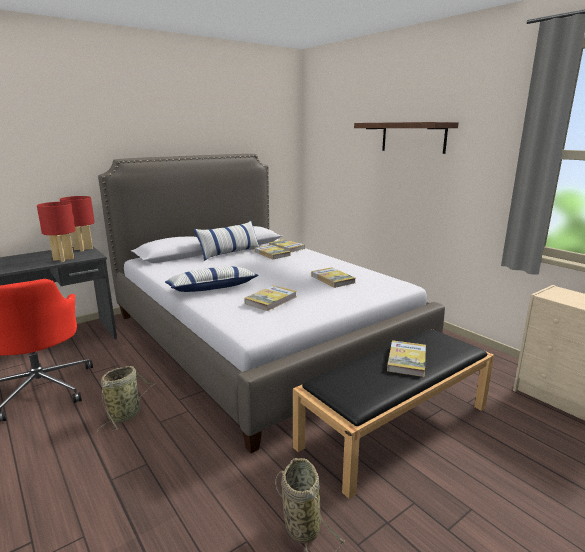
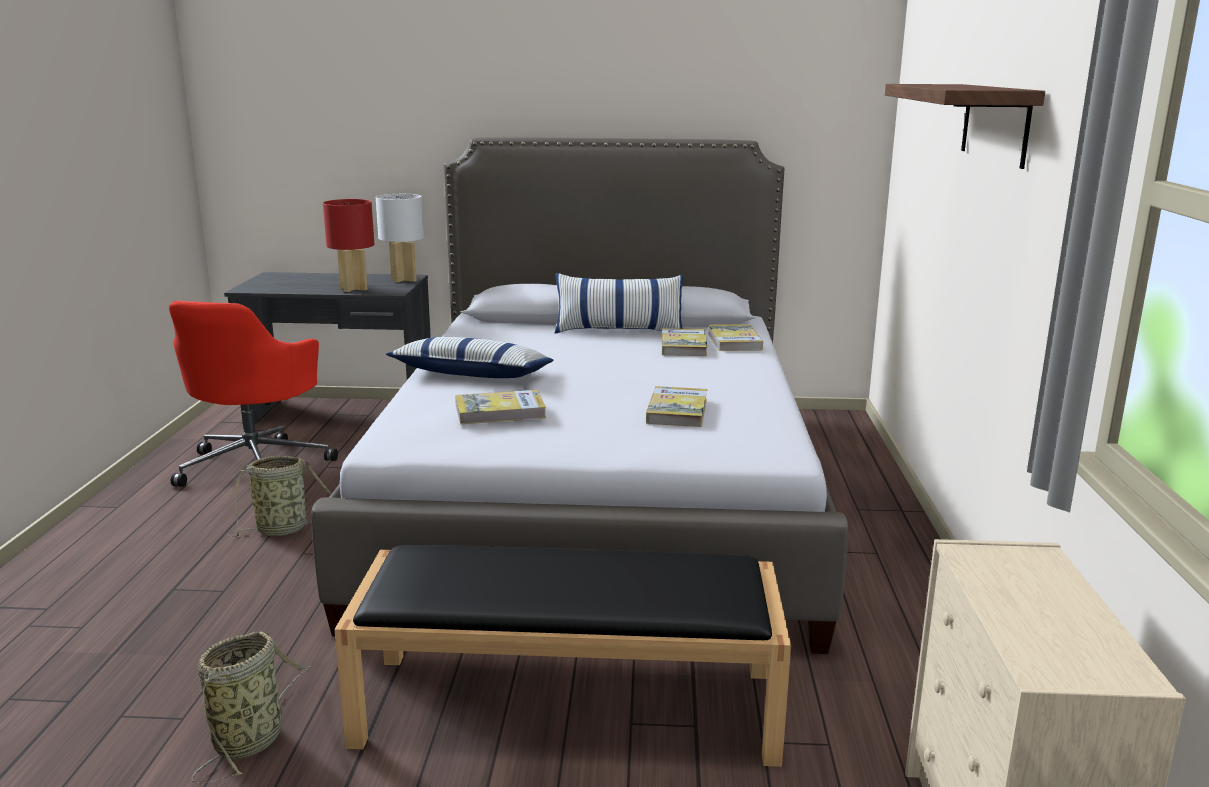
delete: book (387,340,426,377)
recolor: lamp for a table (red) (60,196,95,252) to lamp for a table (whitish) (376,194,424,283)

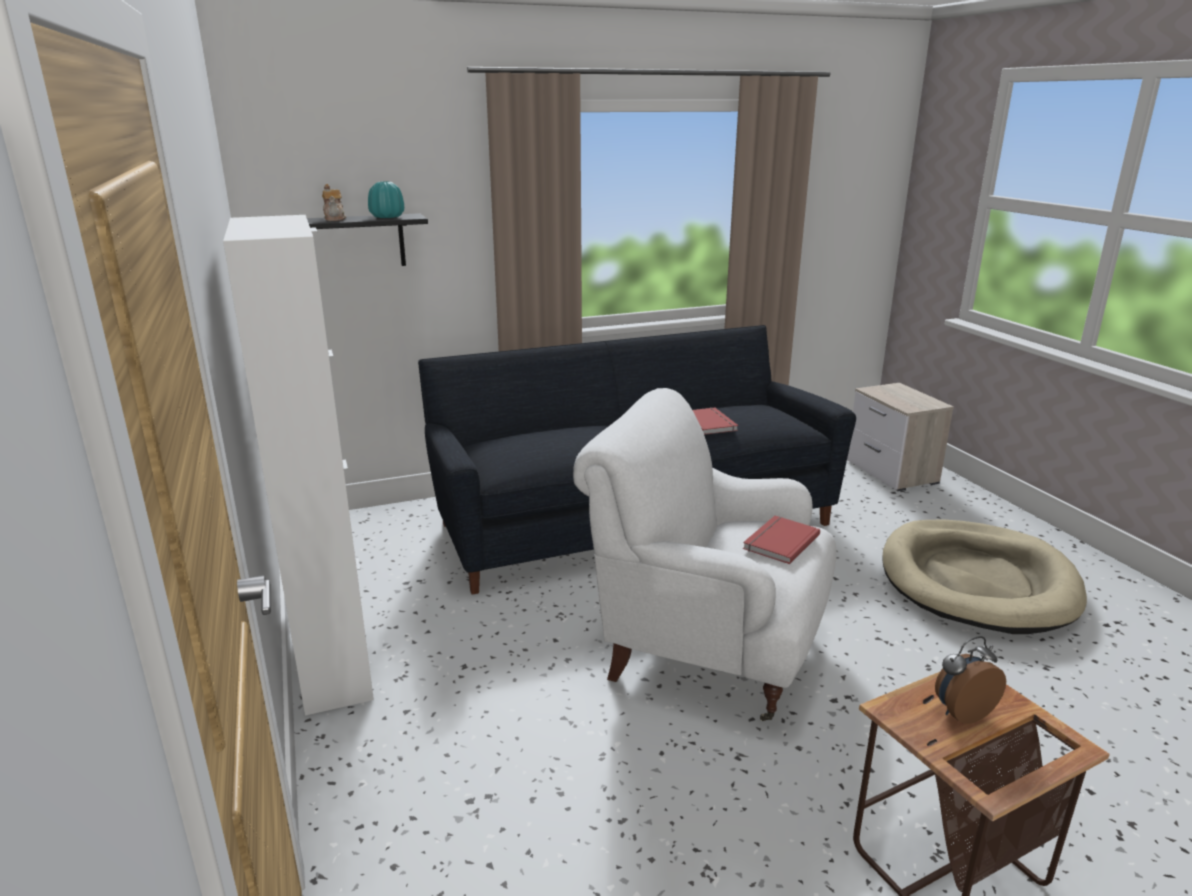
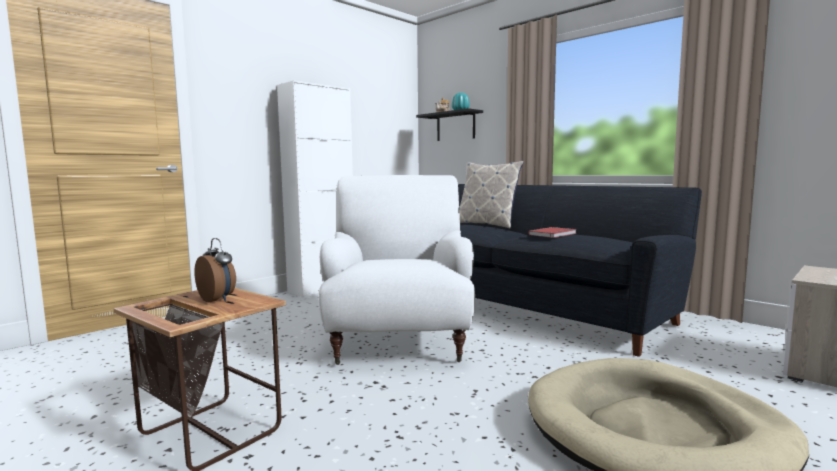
delete: book (red) (743,516,820,564)
insert: throw pillow (459,161,524,229)

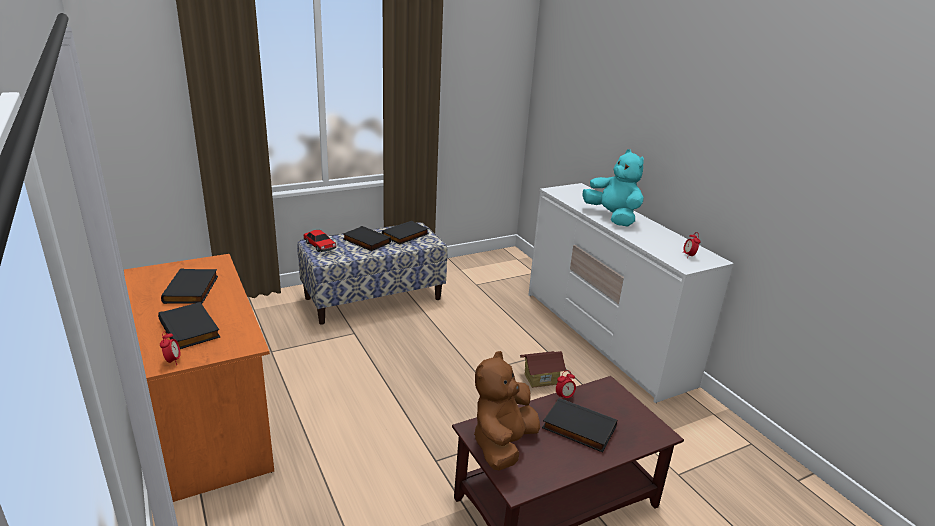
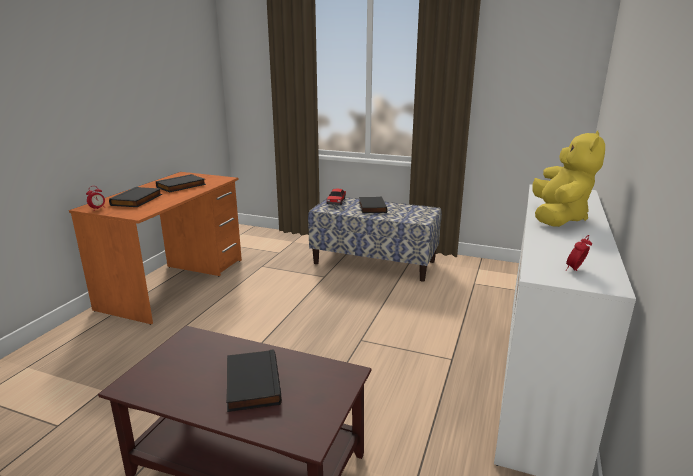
delete: book (black) (382,221,429,245); cuddly toy (brown) (474,351,540,471); toy house (520,351,567,388); bedside clock (556,370,576,399)
recolor: cuddly toy (turquoise) (583,149,644,226) to cuddly toy (yellow) (532,131,605,227)

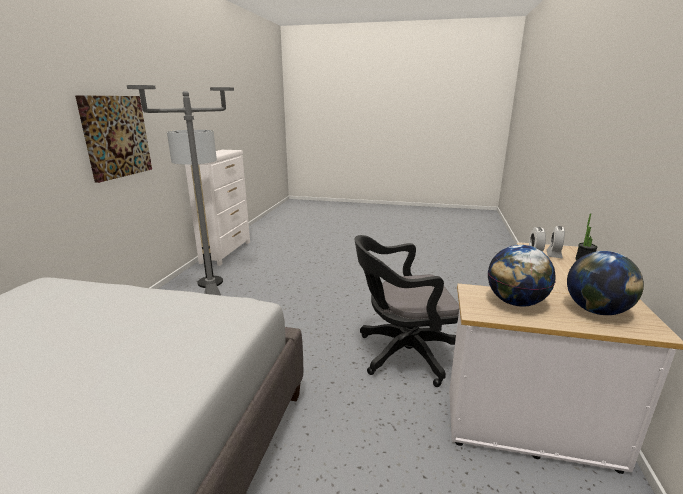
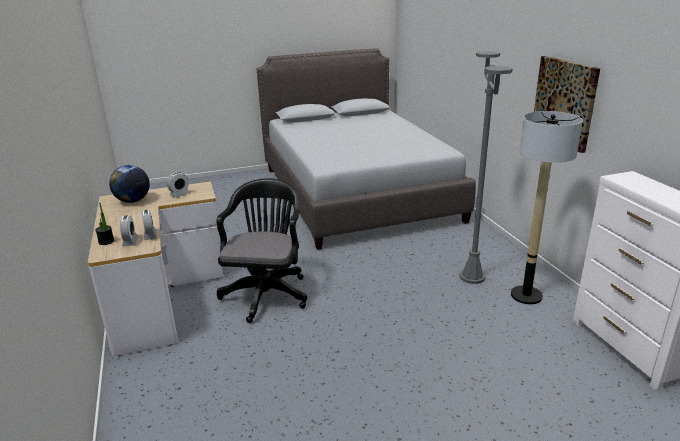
replace: desk globe (488,245,556,307) to bedside clock (167,172,190,198)
rotate: desk chair (black) (355,235,459,387) = (216,178,307,323) 45 degrees counterclockwise

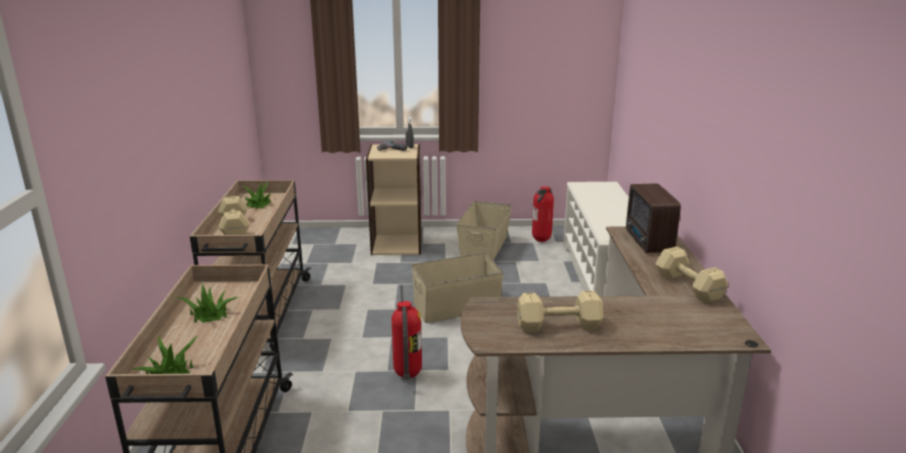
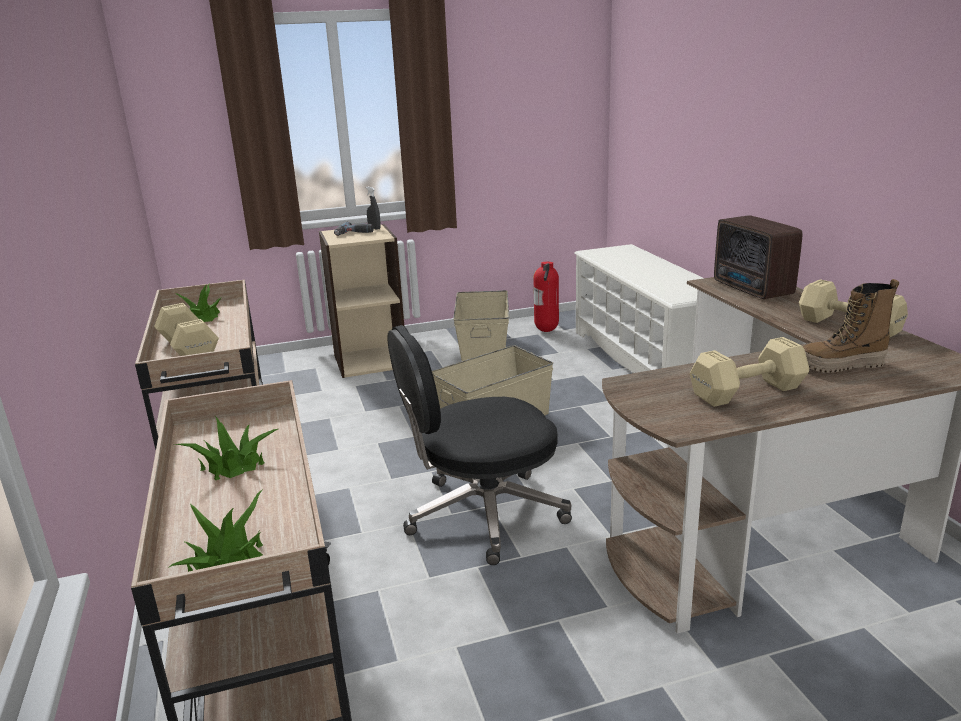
insert: boot (803,279,899,373)
replace: fire extinguisher (392,285,422,380) to desk chair (black) (387,325,572,565)

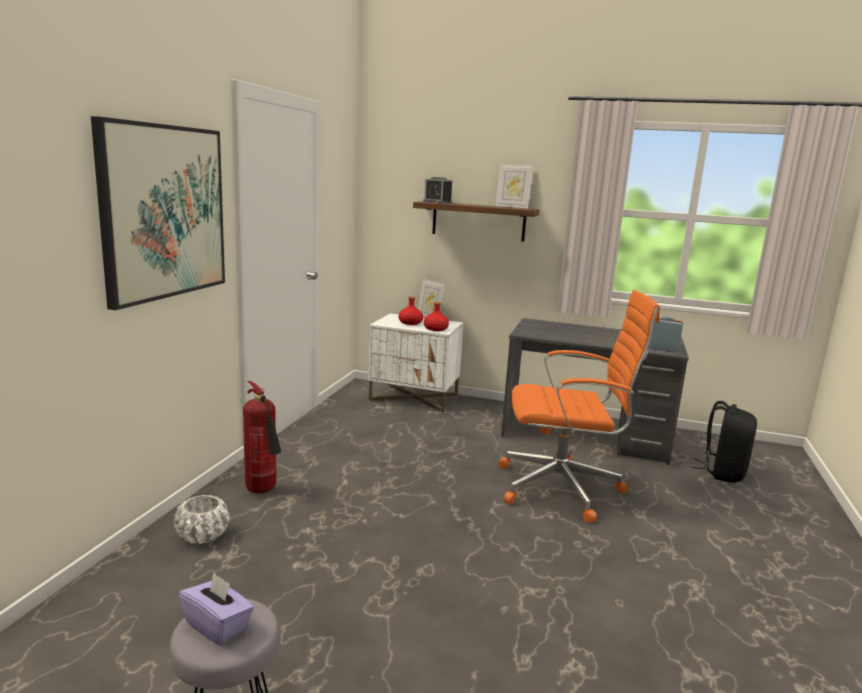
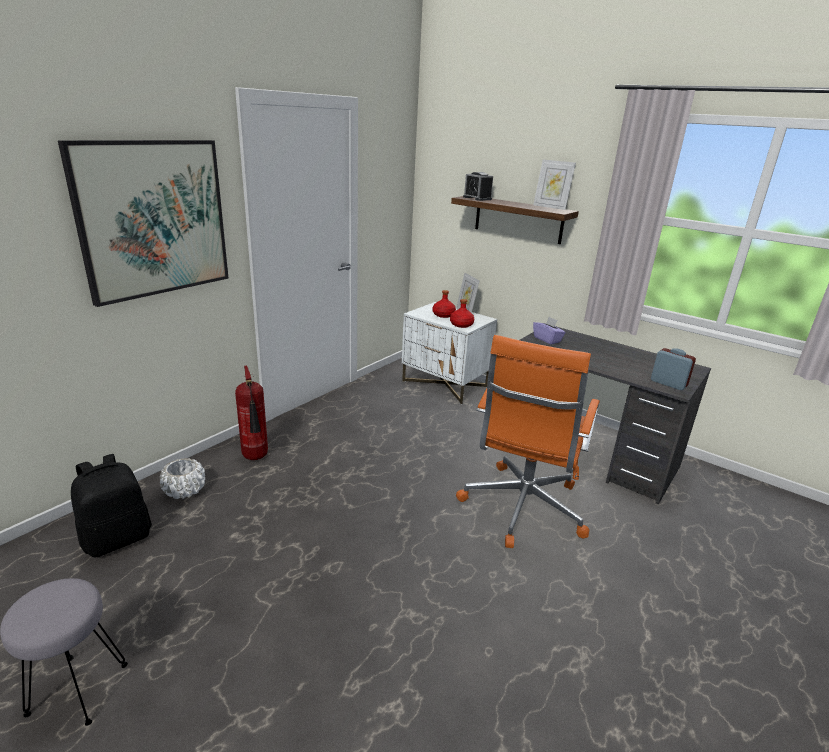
move: knapsack (black) (691,401,757,483) to (71,454,152,557); tissue box (purple-coloured) (178,573,254,646) to (533,317,566,344)
rotate: desk chair (orange) (498,290,660,523) = (456,335,600,548) 90 degrees clockwise

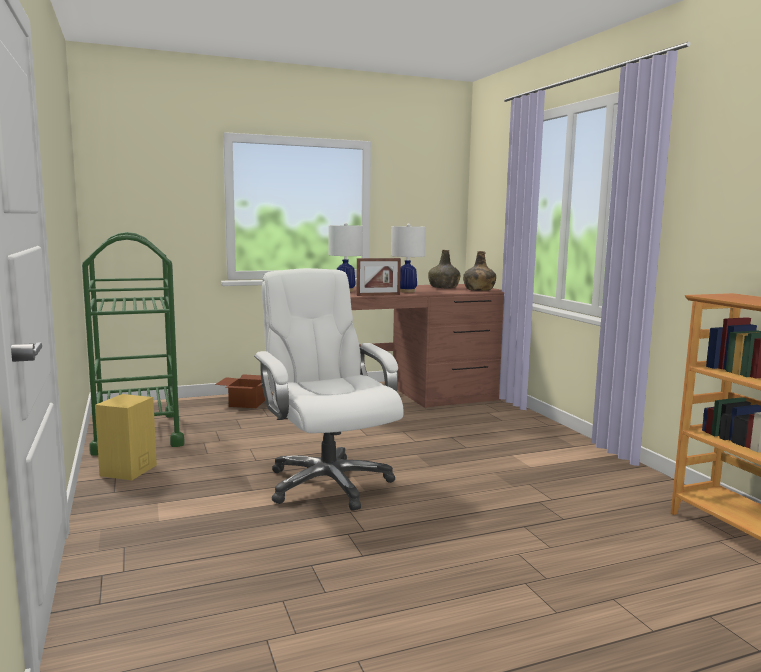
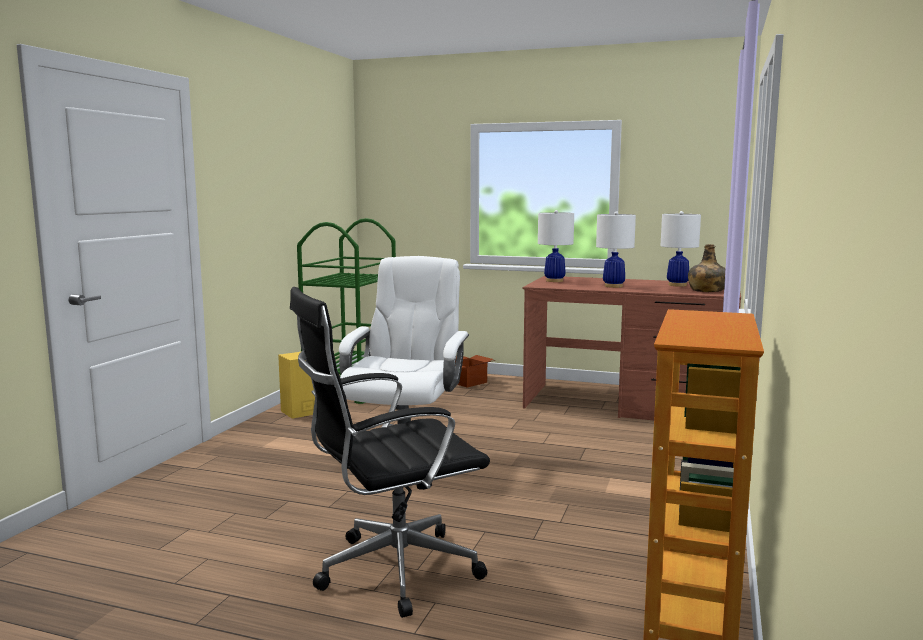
delete: photo frame (356,258,401,296)
insert: desk chair (black) (290,287,490,618)
replace: beverage bottle (green) (428,250,460,289) to lamp for a table (whitish) (661,211,701,287)

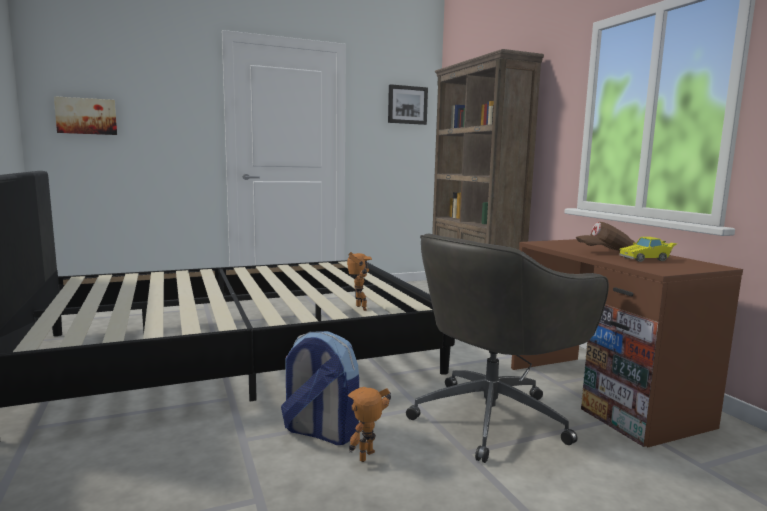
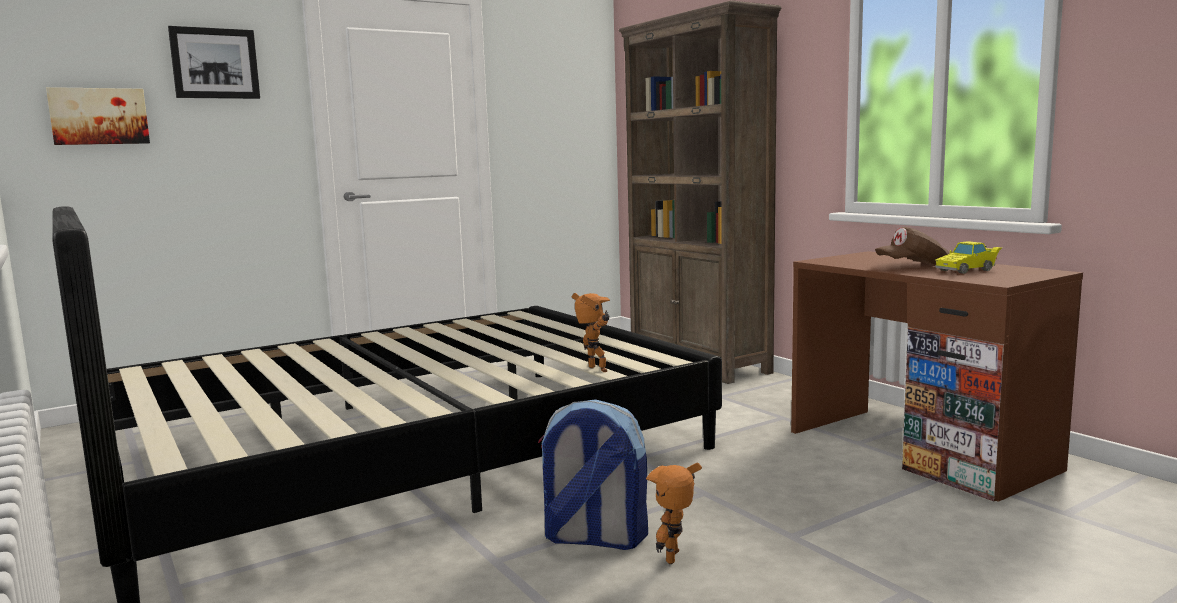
delete: desk chair (greyish) (406,233,609,463)
move: wall picture (388,84,428,125) to (168,26,260,99)

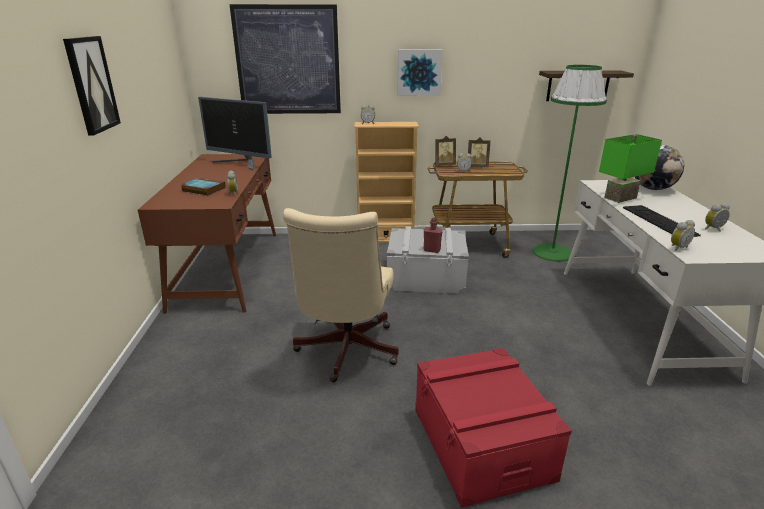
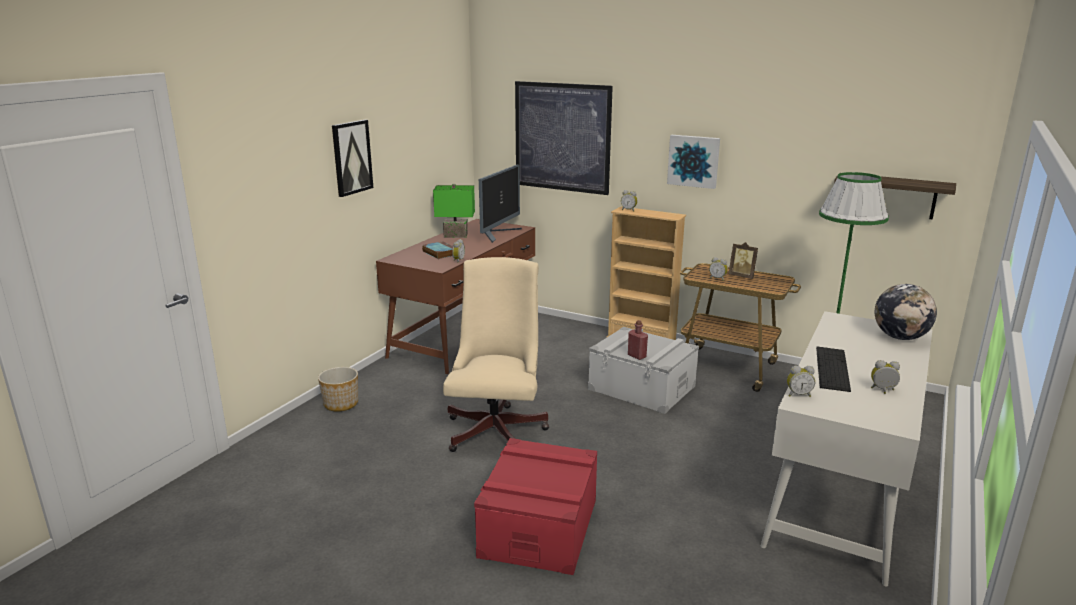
delete: photo frame (435,136,456,166)
insert: flower pot (318,367,358,411)
move: lamp for a table (green) (599,134,662,203) to (433,184,475,238)
rotate: desk chair (beige-coloured) (283,208,399,382) = (443,257,549,452) 150 degrees clockwise; computer screen (198,97,272,170) = (479,164,522,243) 120 degrees counterclockwise

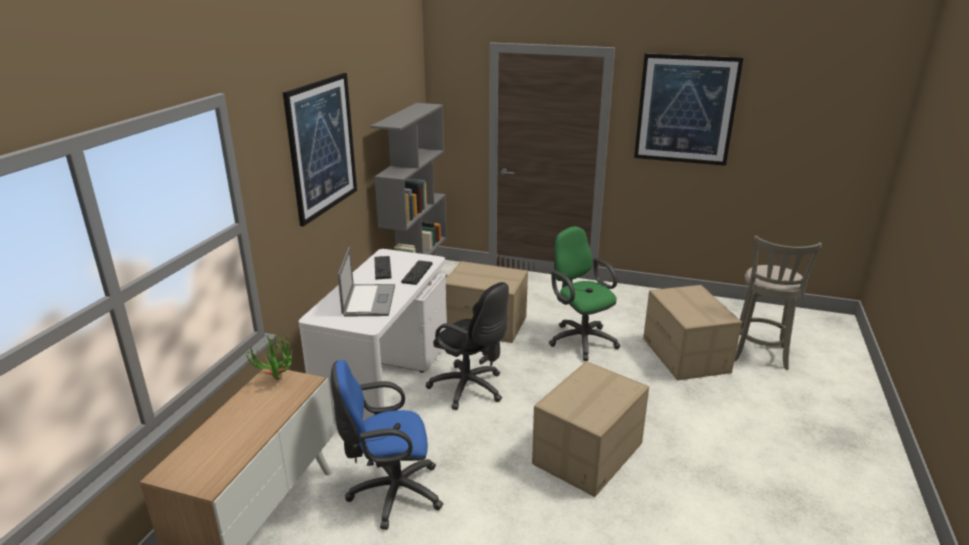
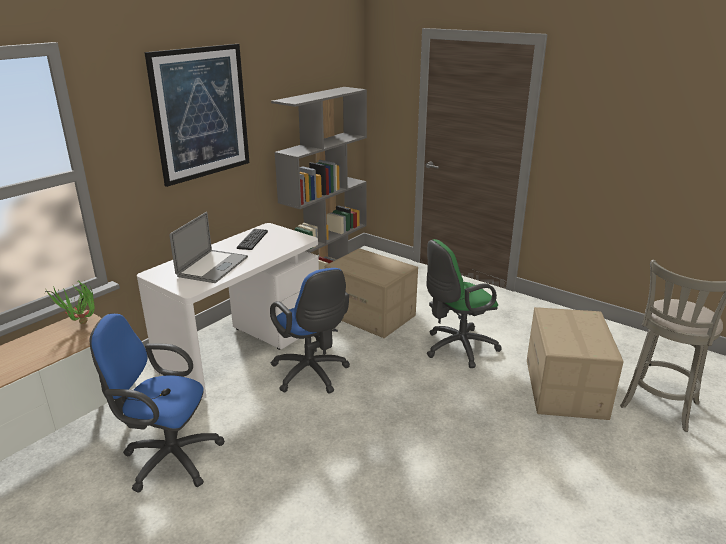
delete: keyboard (401,260,433,285); carton (532,361,649,497); wall picture (634,53,743,166)
recolor: desk chair (black) (426,282,509,410) to desk chair (blue-coloured) (270,268,350,394)
rotate: desk chair (green) (549,226,621,361) = (426,239,502,368) 105 degrees counterclockwise

